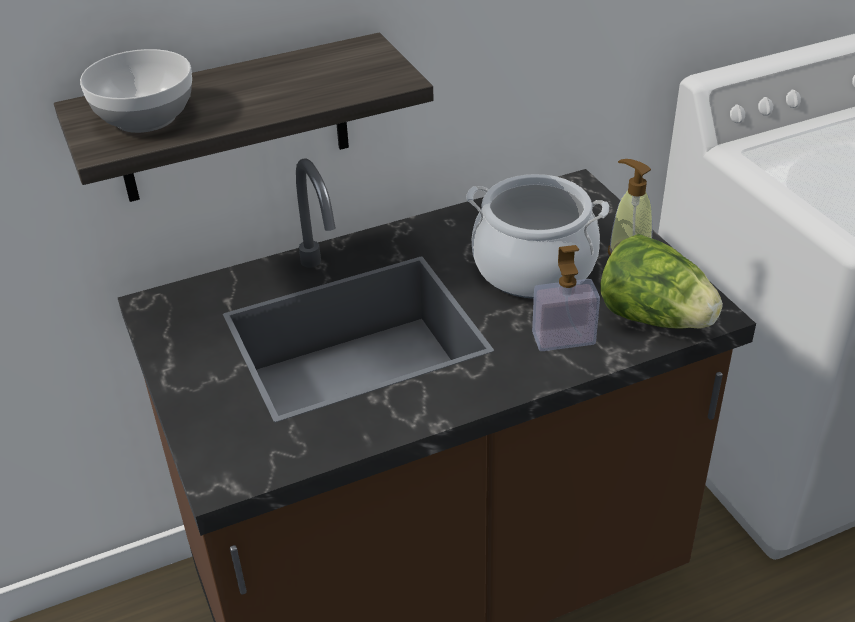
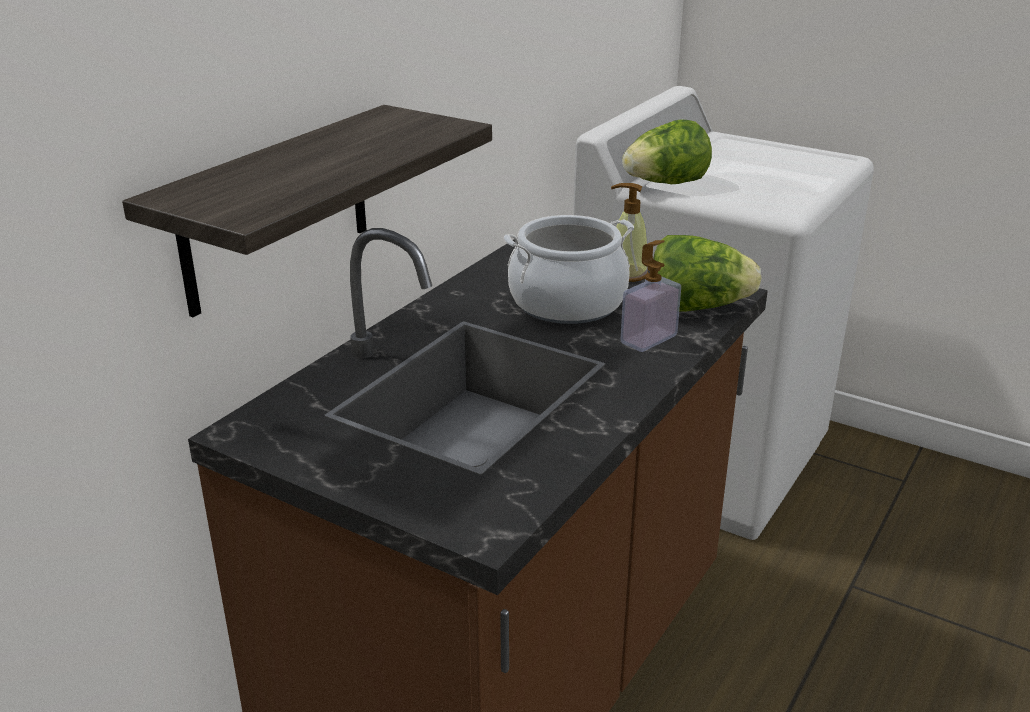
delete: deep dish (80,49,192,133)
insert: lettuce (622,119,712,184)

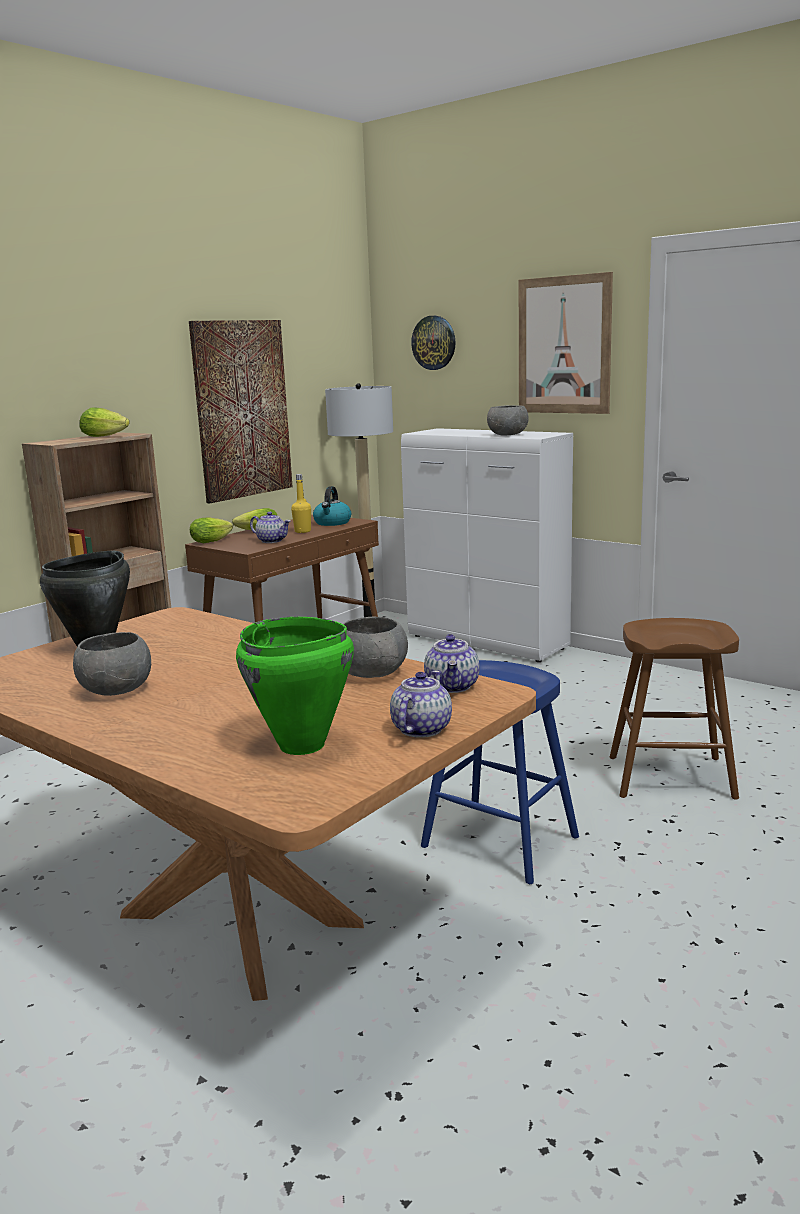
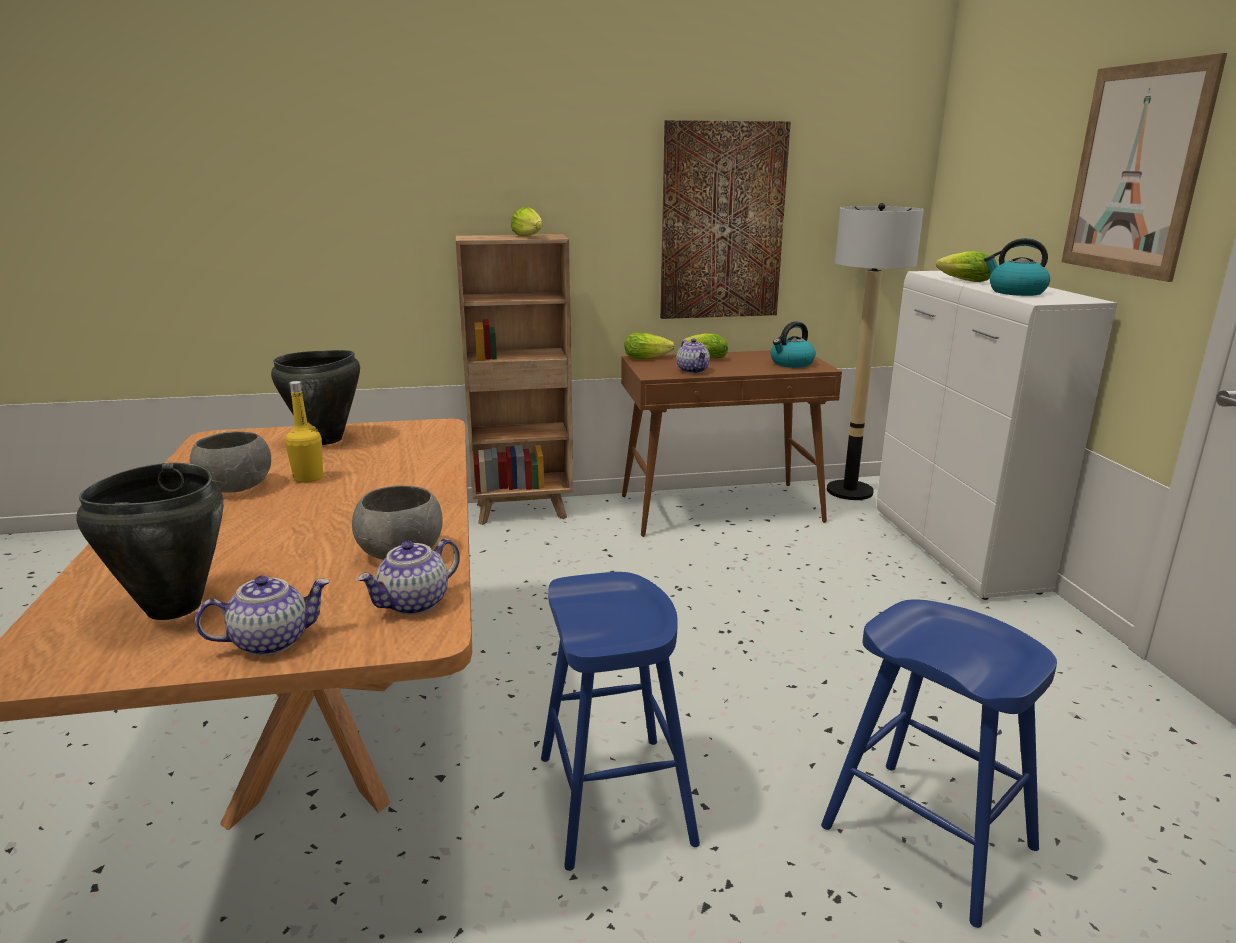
delete: wall clock (411,316,456,370)
insert: lettuce (936,251,991,282)
move: beverage bottle (yellow) (291,474,311,533) to (285,381,323,483)
replace: deep dish (greyish) (487,405,528,436) to kettle (984,238,1050,296)
recolor: stockpot (green) (236,617,354,755) to stockpot (black) (76,463,223,620); stool seat (brown) (610,618,739,800) to stool seat (blue-coloured) (821,599,1057,928)

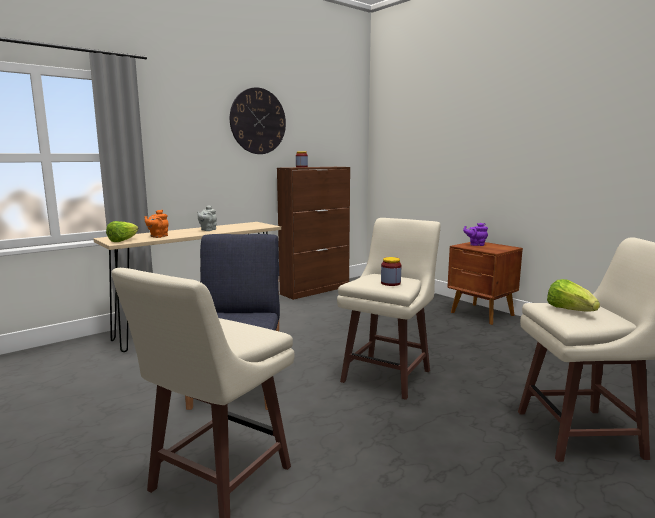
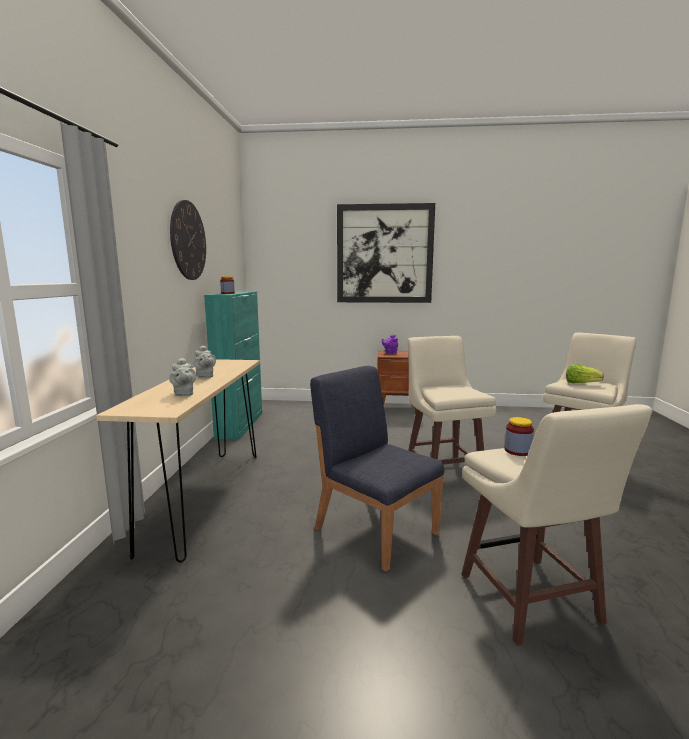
delete: lettuce (106,221,139,242)
insert: wall picture (337,203,435,303)
move: preserve jar (381,257,401,286) to (505,417,534,456)
recolor: tea pot (orange) (145,210,168,238) to tea pot (greyish) (169,358,196,396); cupboard (brown) (277,167,350,300) to cupboard (turquoise) (204,291,262,440)

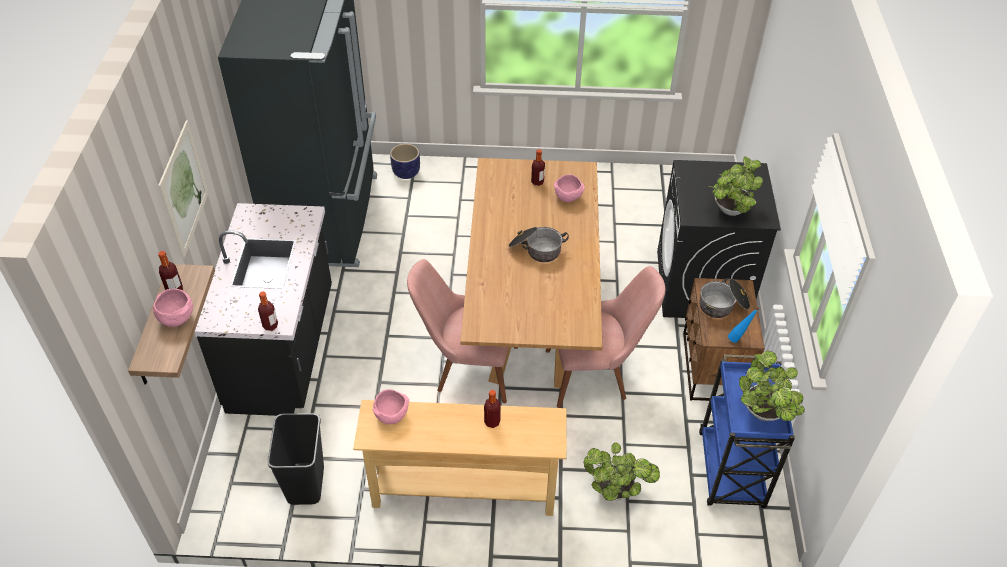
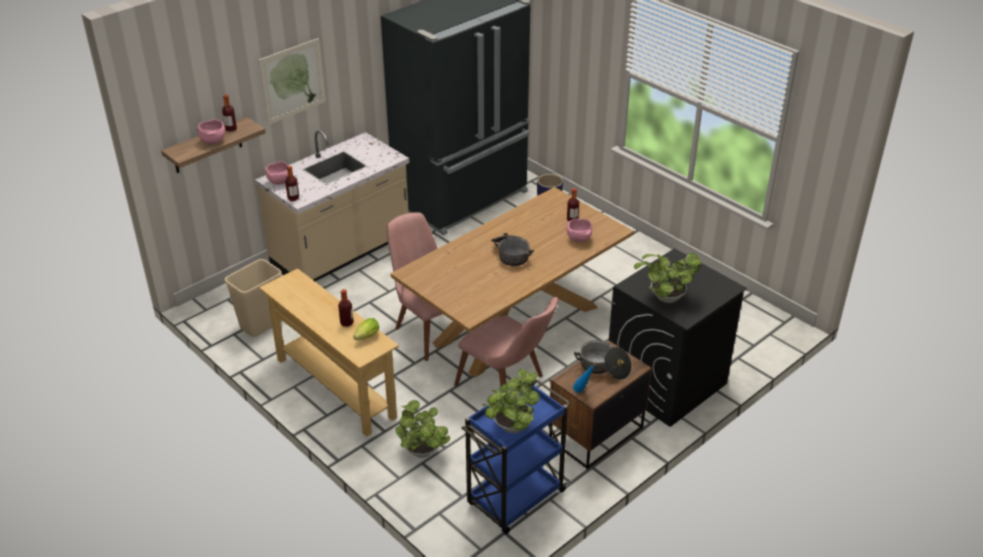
insert: lettuce (353,318,379,340)
move: deep dish (pinkish) (373,389,409,424) to (265,162,288,185)
recolor: waste bin (black) (267,413,324,505) to waste bin (beige-coloured) (225,259,282,337); counter (black) (194,203,332,416) to counter (beige-coloured) (255,130,409,281)

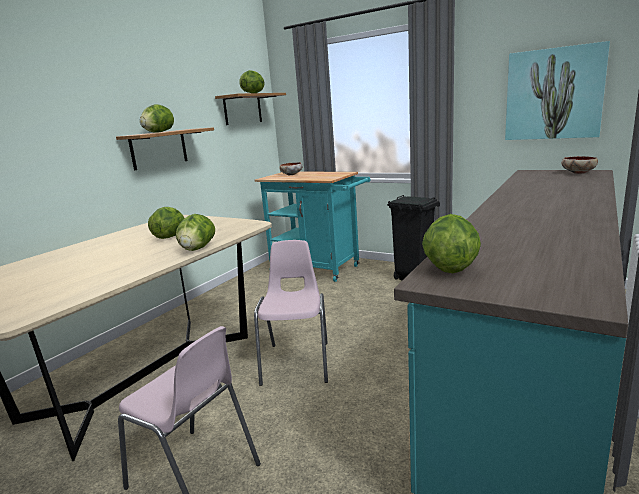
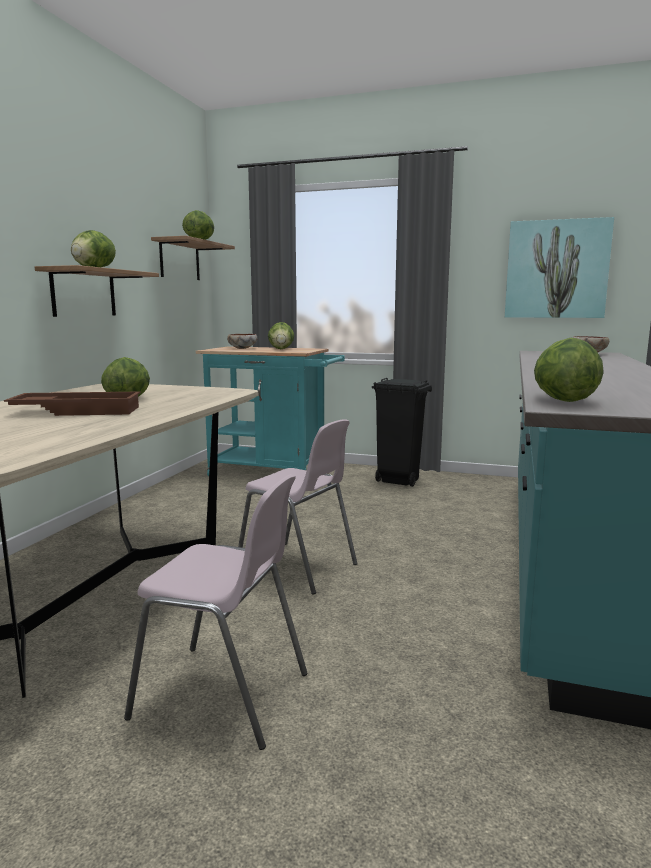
insert: tray (brown) (4,391,141,416)
move: lettuce (176,214,215,251) to (268,322,294,349)
rotate: chair (pinkish) (254,240,328,386) = (238,419,357,595) 135 degrees clockwise

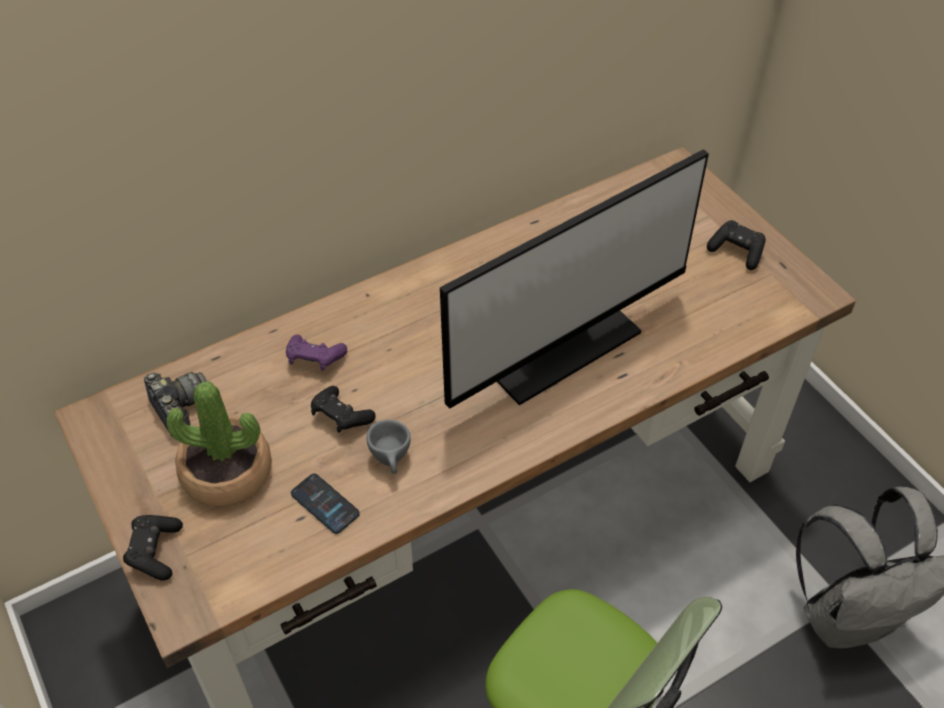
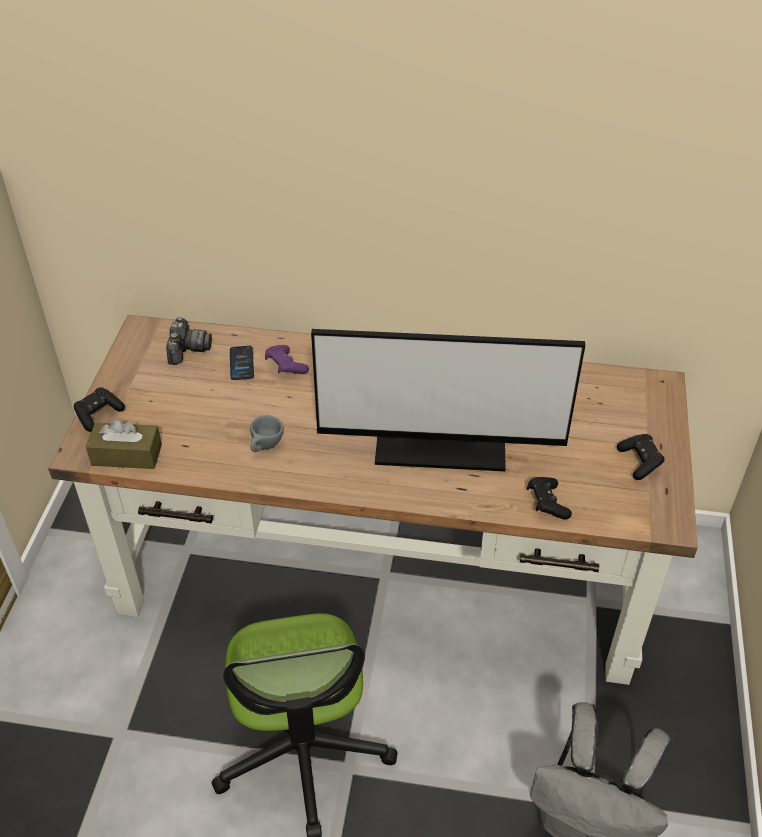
delete: potted plant (167,381,272,507)
insert: tissue box (brown) (86,418,162,469)
move: phone (291,474,360,534) to (230,346,254,380); game controller (black) (311,386,376,433) to (527,477,572,520)

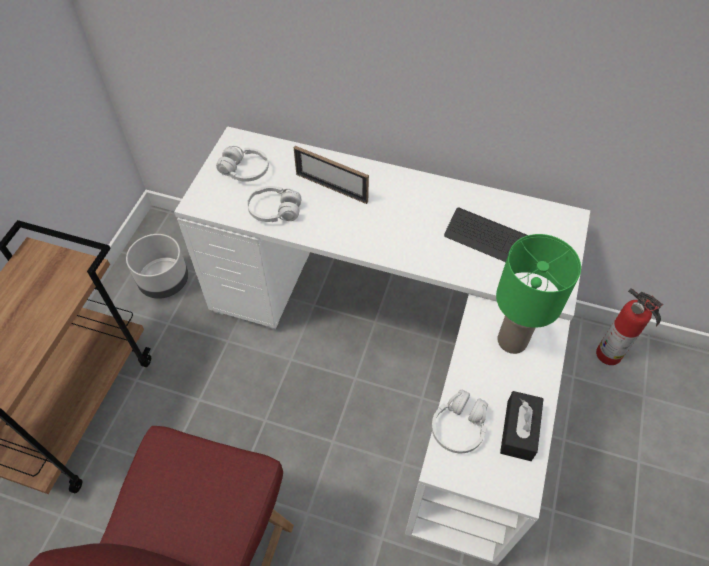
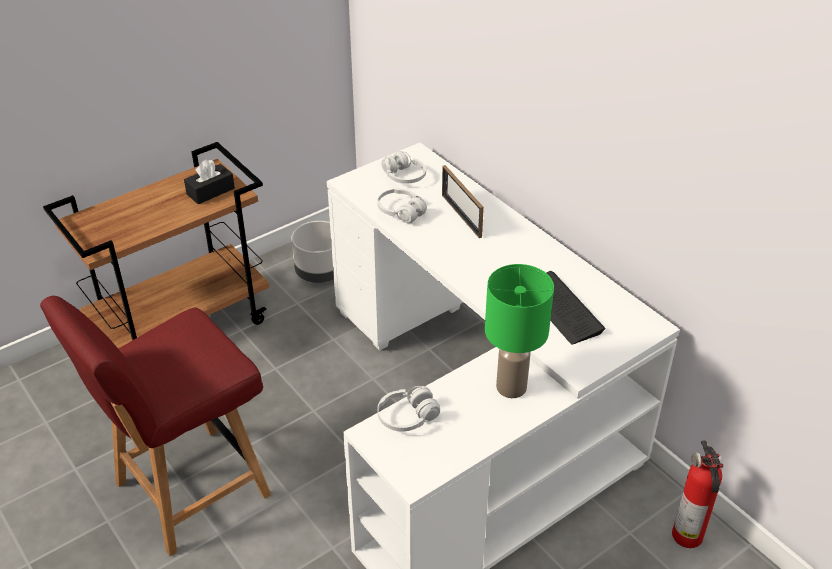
move: tissue box (black) (500,391,543,461) to (184,160,235,204)

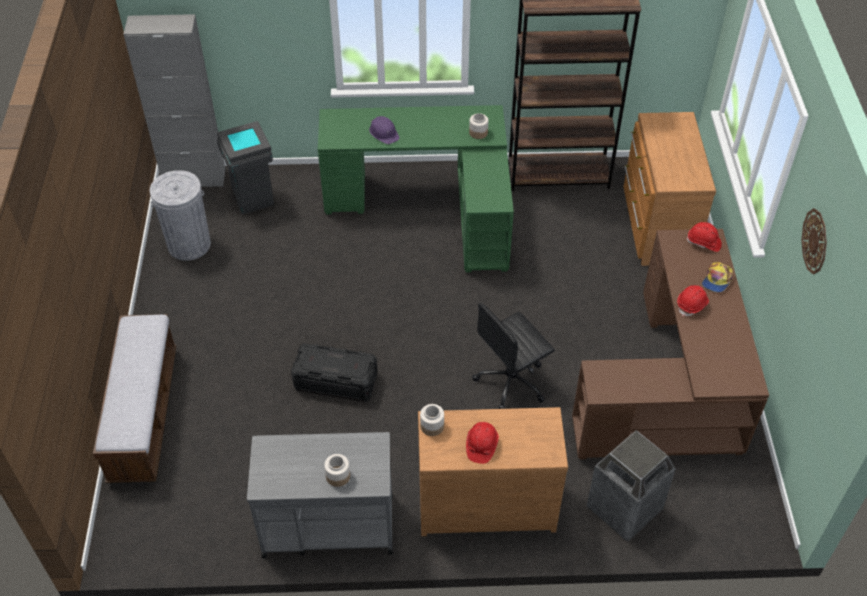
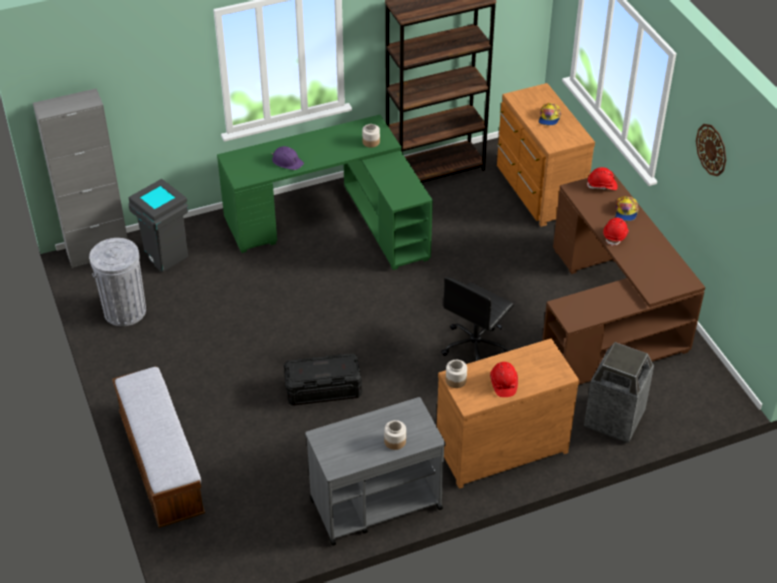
insert: baseball cap (538,103,561,125)

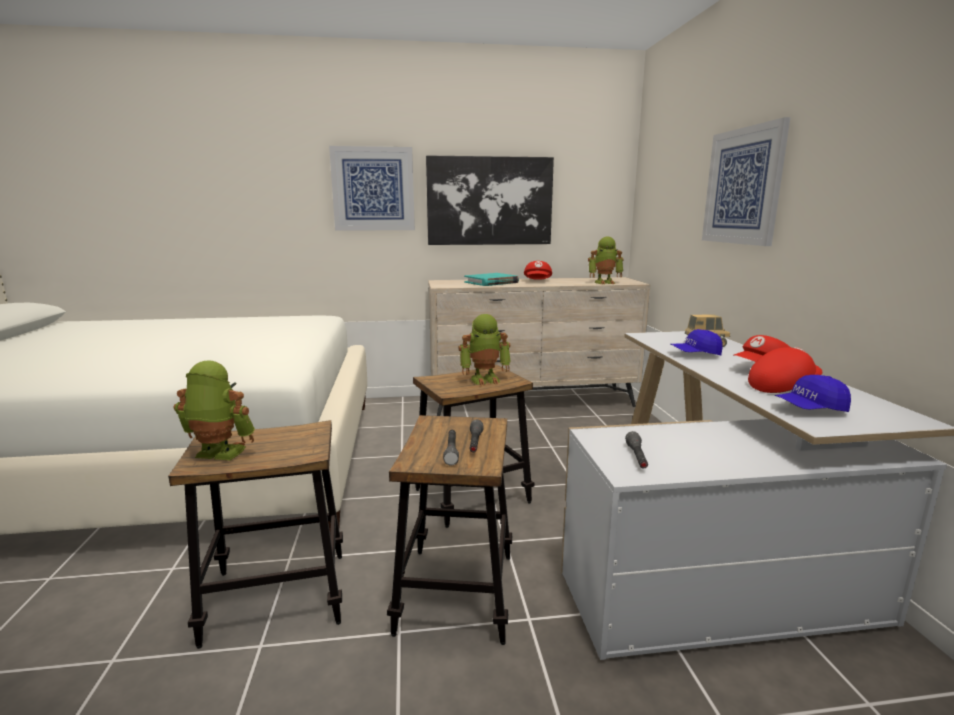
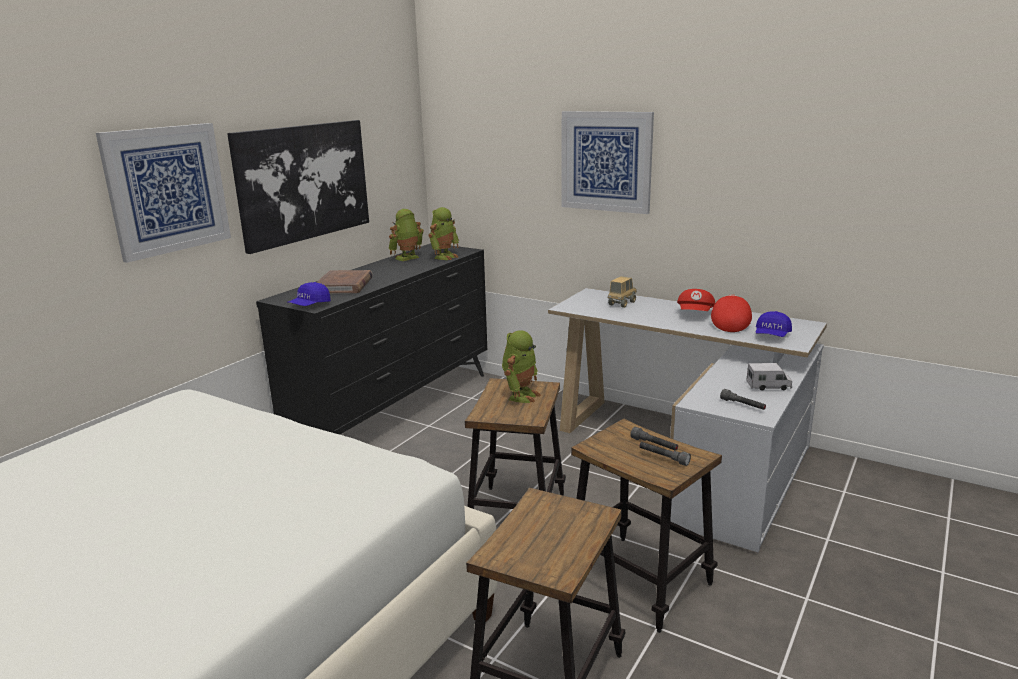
delete: baseball cap (red) (524,261,552,280)
insert: toy truck (746,363,792,390)
move: baseball cap (blue-coloured) (671,329,723,356) to (287,282,331,306); robot figure (174,361,255,460) to (388,209,424,261)
recolor: dresser (beige-coloured) (428,277,651,416) to dresser (black) (256,243,487,435); book (turquoise) (464,273,519,286) to book (brown) (316,270,373,293)

